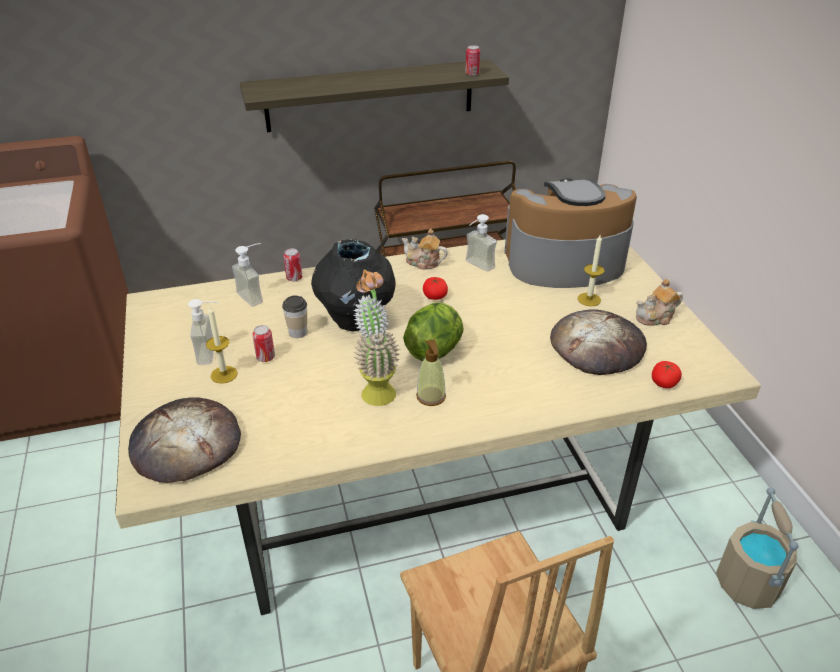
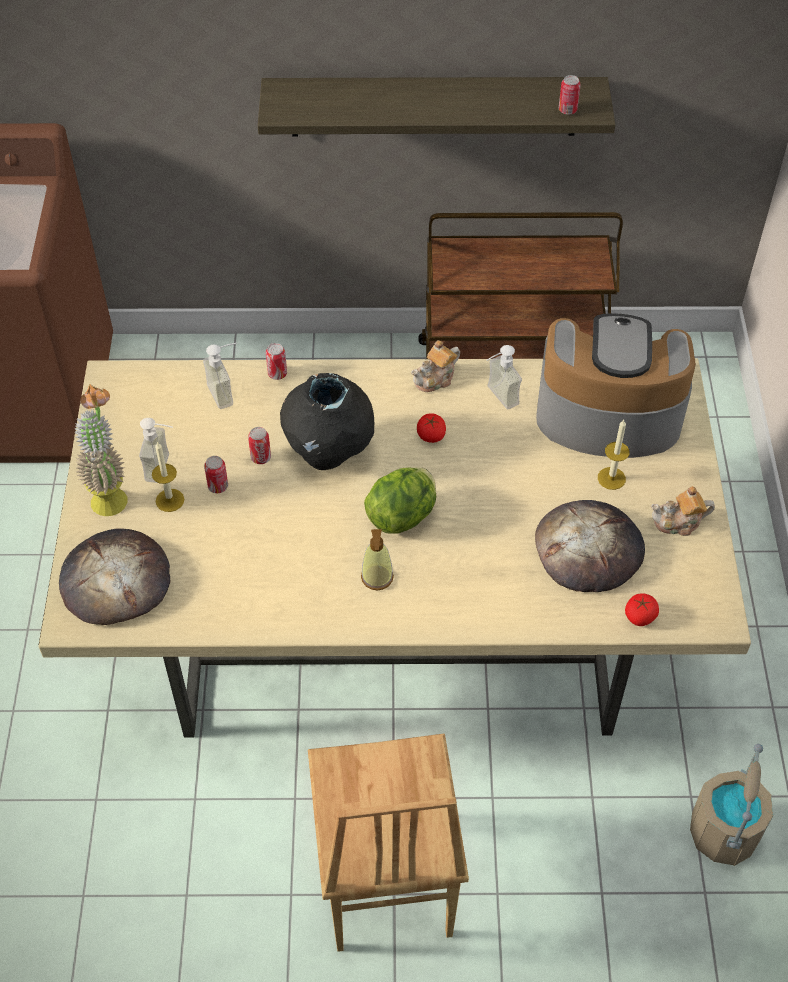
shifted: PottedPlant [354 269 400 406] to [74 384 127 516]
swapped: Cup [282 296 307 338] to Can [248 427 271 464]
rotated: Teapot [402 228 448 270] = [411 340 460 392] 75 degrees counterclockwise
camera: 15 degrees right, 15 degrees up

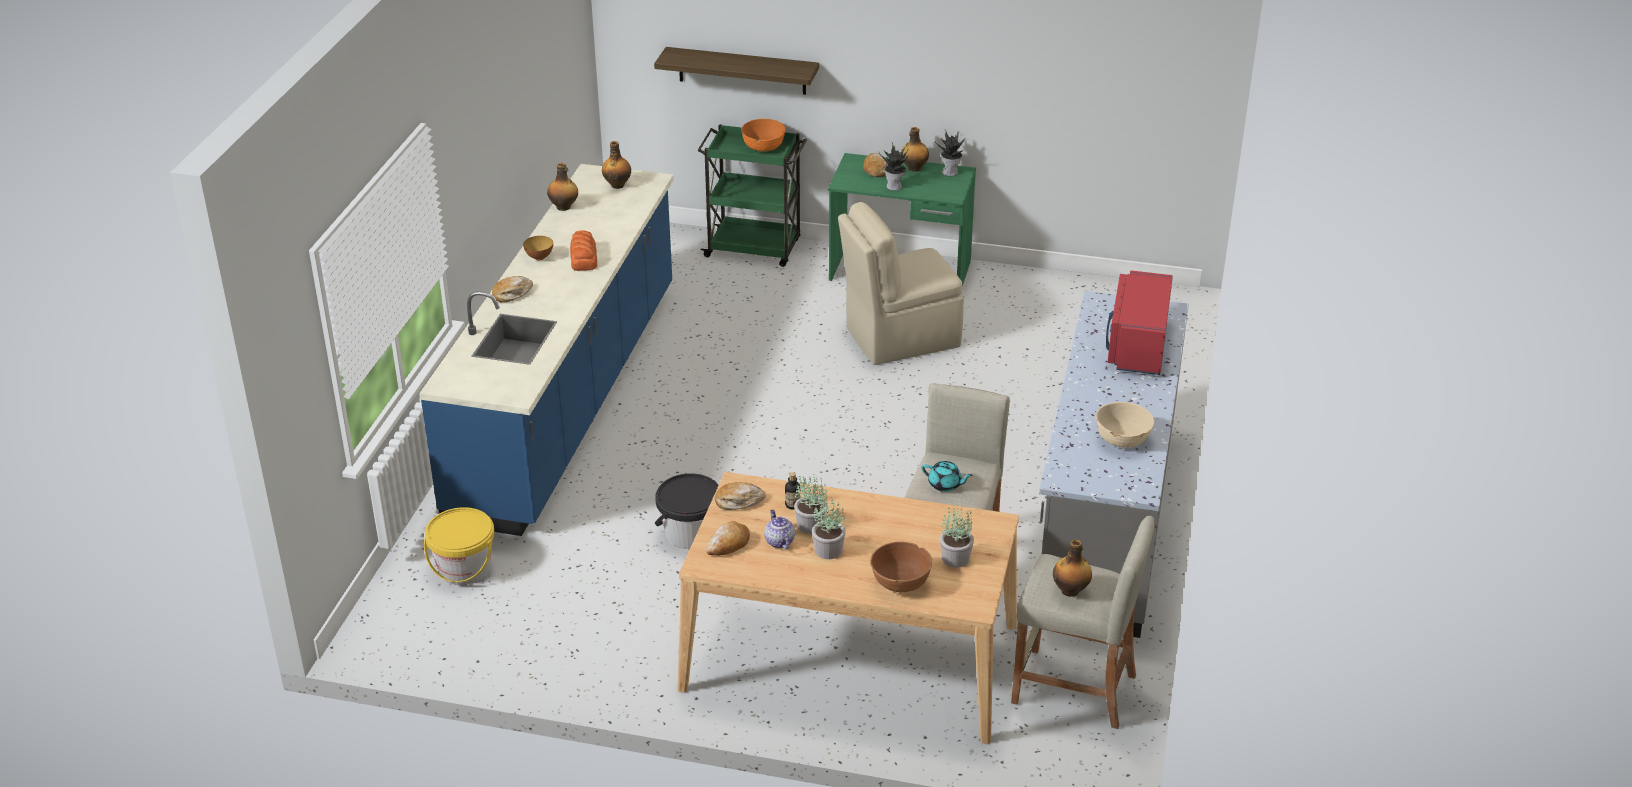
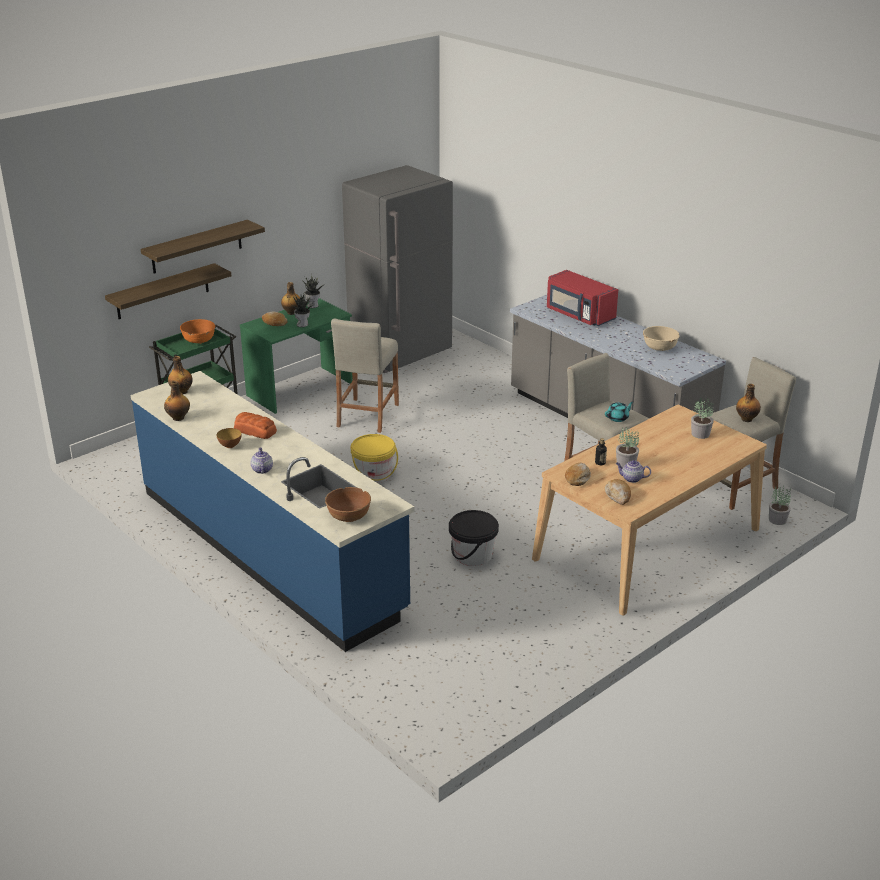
new: WallShelf [141 220 265 274]; GreyishFridge [342 165 453 373]
shifted: YellowColouredWaterBucket [424 507 495 585] to [351 434 398 483]; PottedPlant [812 497 846 559] to [769 486 791 525]; BrownColouredDeepDish [870 542 932 592] to [325 487 371 522]
swapped: BakedBread [492 276 533 302] to Teapot [251 447 273 474]; SandColouredPlainChair [838 202 964 365] to SandColouredStool [331 318 399 433]
camera: 55 degrees left, 5 degrees down

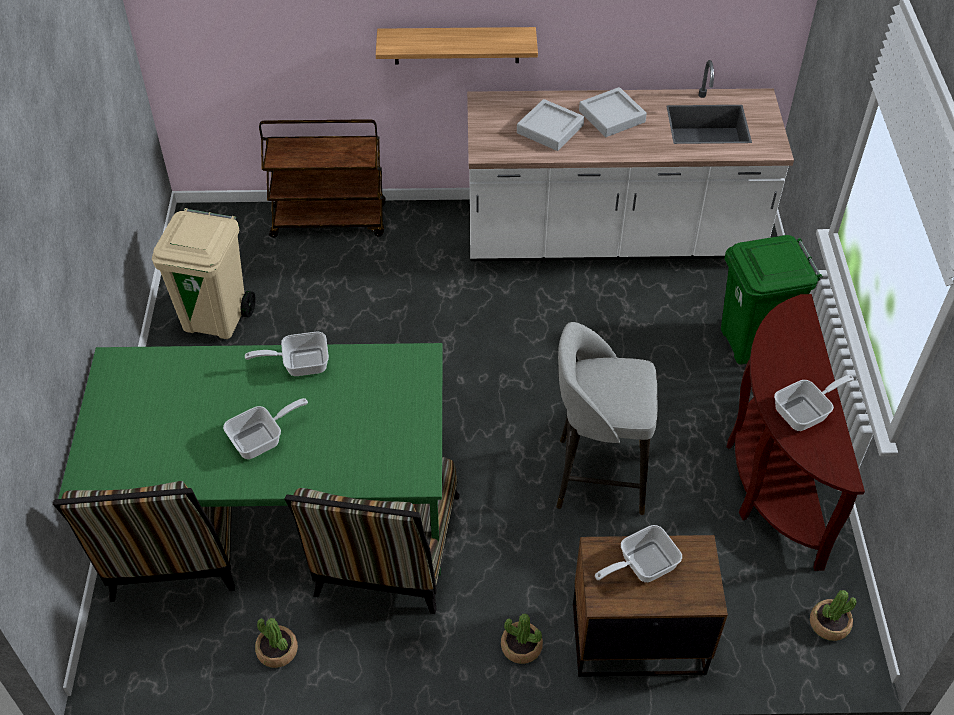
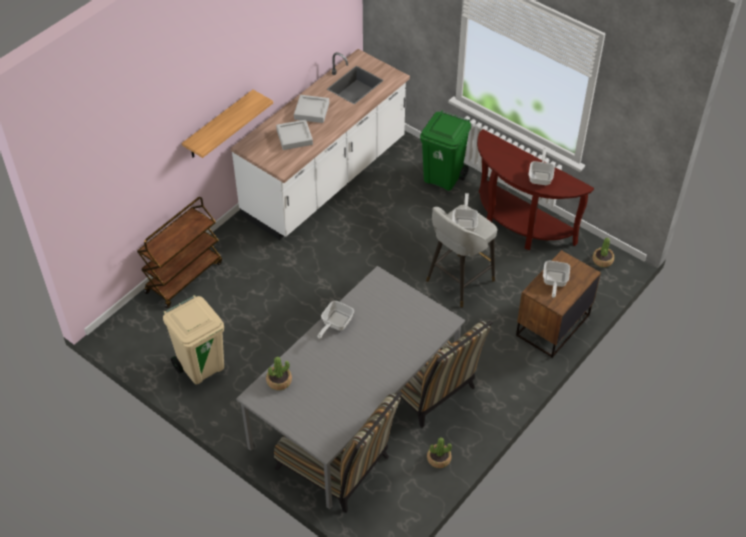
shifted: Pan [223 398 308 459] to [452 193 478 232]; PottedPlant [501 613 543 664] to [266 357 292 390]
repainted: GreenishDiningTable [58 343 442 576] to GreyishDiningTable [236 266 465 509]
camera: 50 degrees left, 0 degrees up

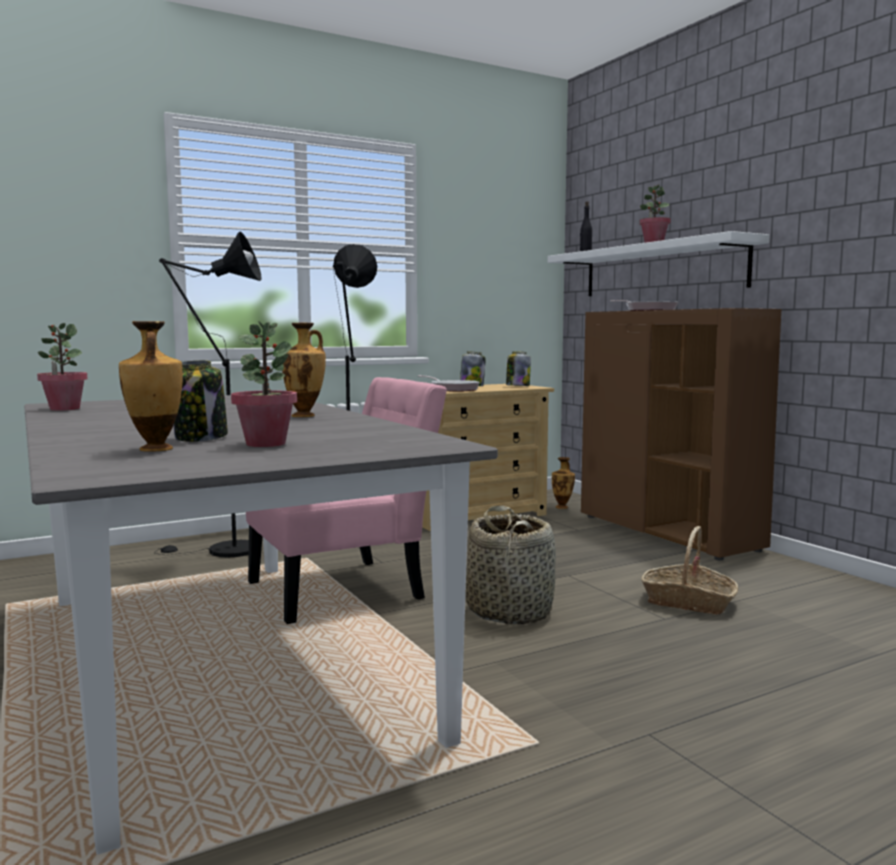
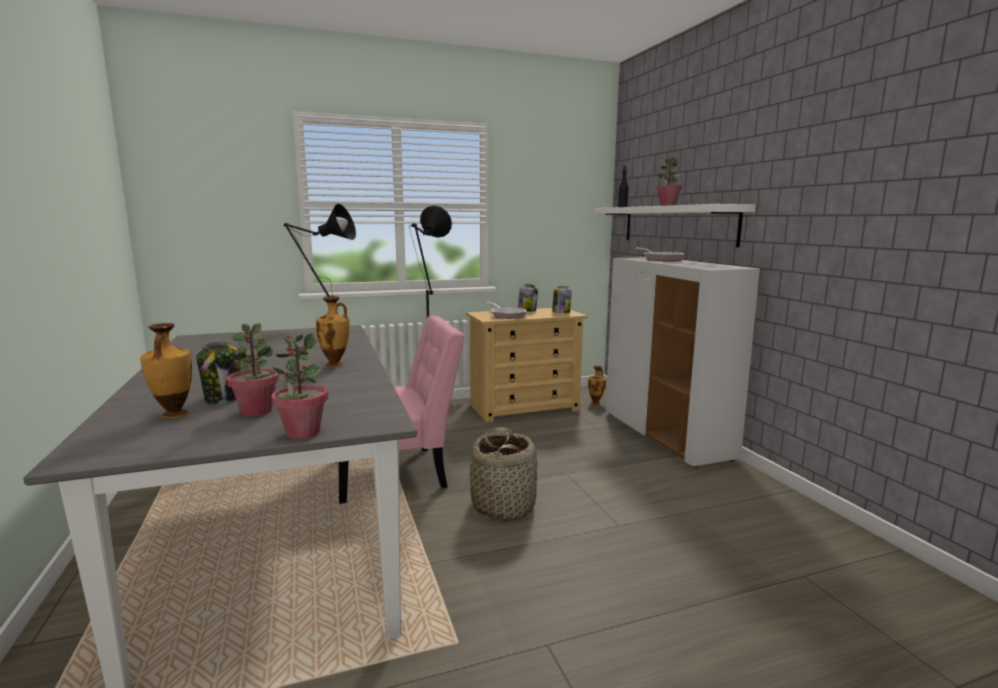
gone: Basket [641 526 738 615]
shifted: PottedPlant [37 323 87 411] to [271 333 328 439]
repainted: BrownColouredCupboard [581 308 781 560] to WhitishCupboard [605 257 760 468]
camera: 10 degrees right, 5 degrees up

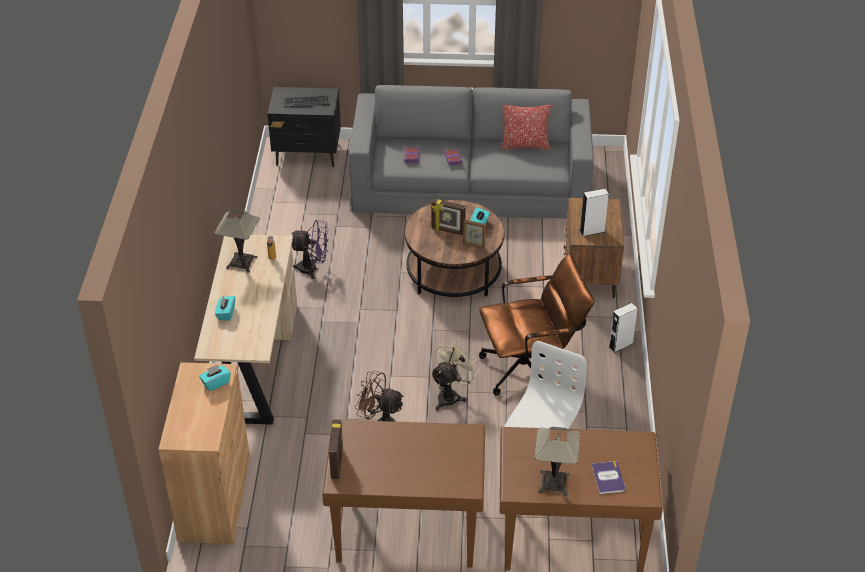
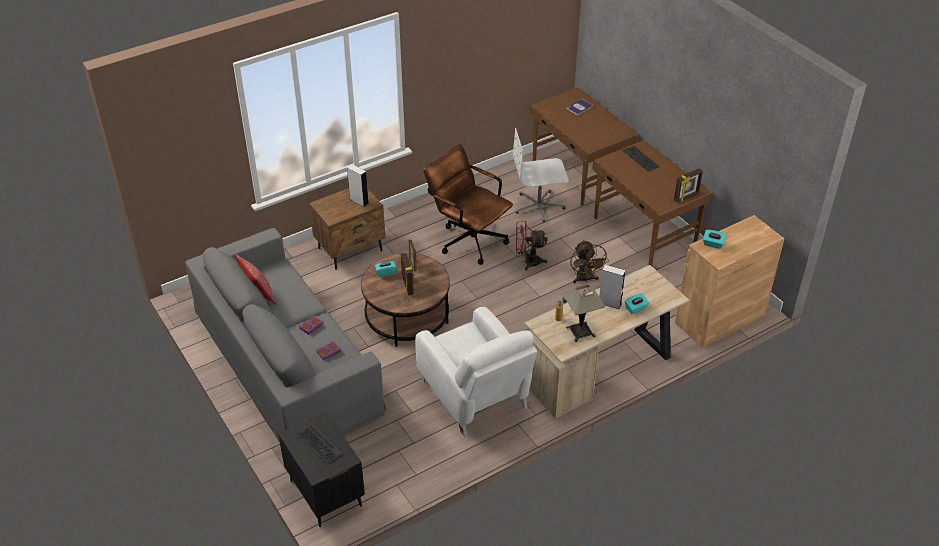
gone: TableLamp [535 427 580 496]
new: Keyboard [623 146 659 171]
shifted: WhitishSpeaker [609 303 638 353] to [599 265 625 309]
swapped: PurplishCoolingFan [291 220 329 279] to WhitishArmchair [415 307 537 437]
repainted: SandColouredCoolingFan [430 340 480 411] to RedCoolingFan [516 221 547 270]
camera: 125 degrees left, 0 degrees up

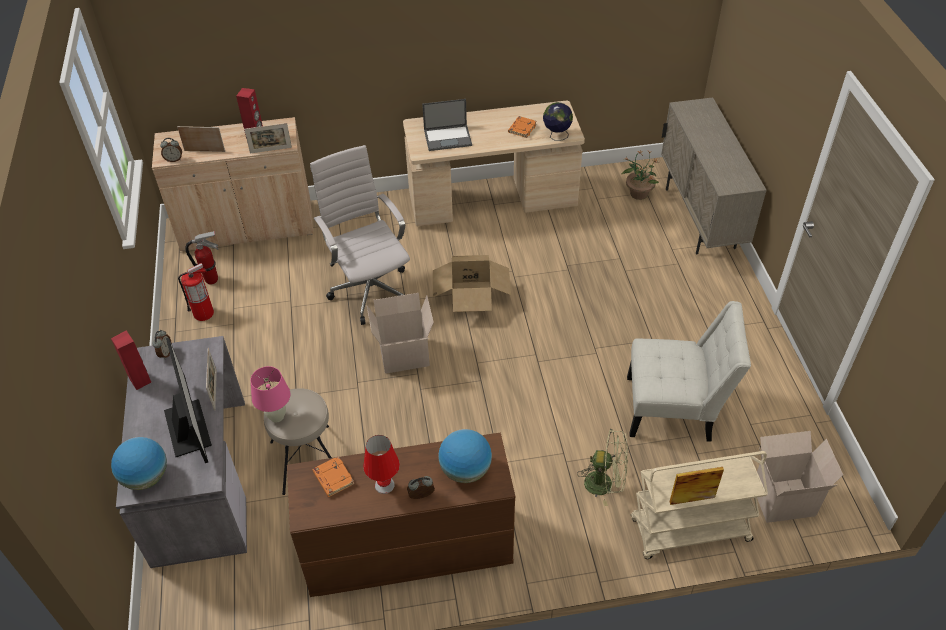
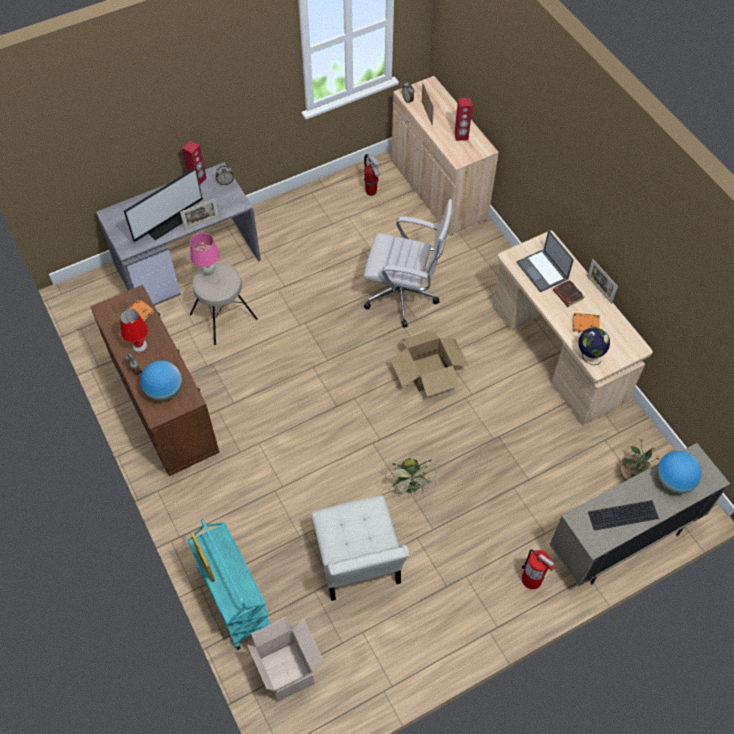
gone: Carton [367 293 434 374]
new: BrownColouredBoundBook [553 280 585 307]; Keyboard [588 500 659 531]
shifted: Globe [111 437 167 490] to [657 451 702 494]; FireFightingCylinder [178 263 214 321] to [522 549 555 589]; PhotoFrame [244 123 292 153] to [587 259 618 304]; GreenishCoolingFan [577 429 628 506] to [385 457 438 496]
repainted: SandColouredCart [631 451 768 559] to TurquoiseCart [187 519 272 650]
rotated: WhitishDeskChair [310 145 410 325] = [364 199 453 328] 60 degrees clockwise
camera: 70 degrees right, 10 degrees up

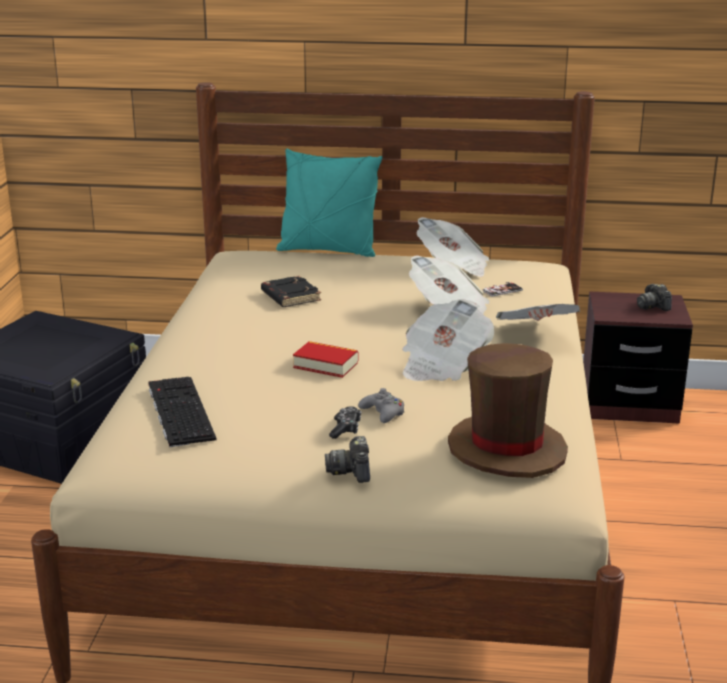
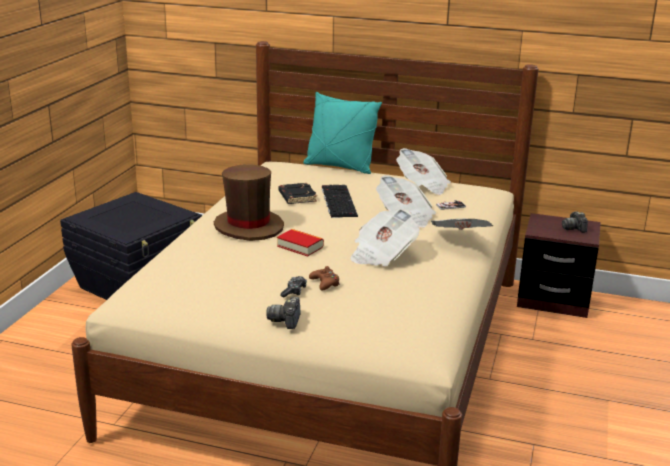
shifted: Keyboard [149 377 216 447] to [322 185 358 218]; BrownColouredWearableHat [448 343 568 478] to [214 164 284 241]
repainted: GreyishJoypad [358 388 404 423] to BrownColouredJoypad [309 266 340 291]
camera: 10 degrees right, 0 degrees up

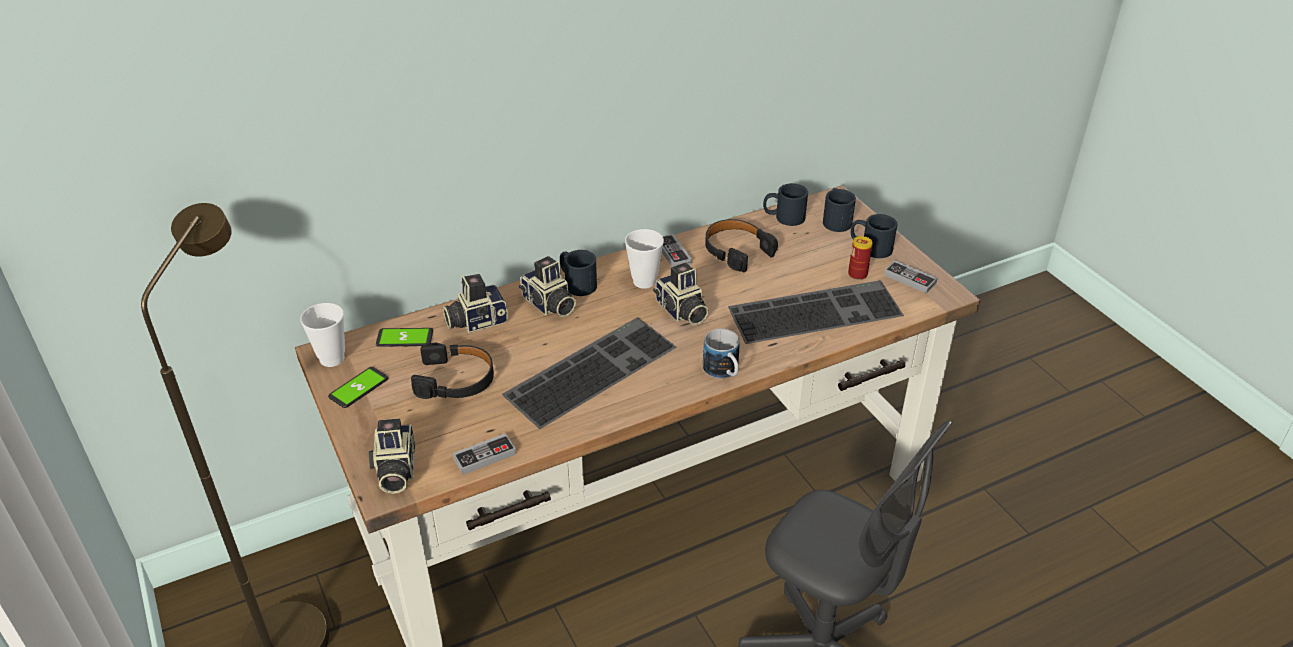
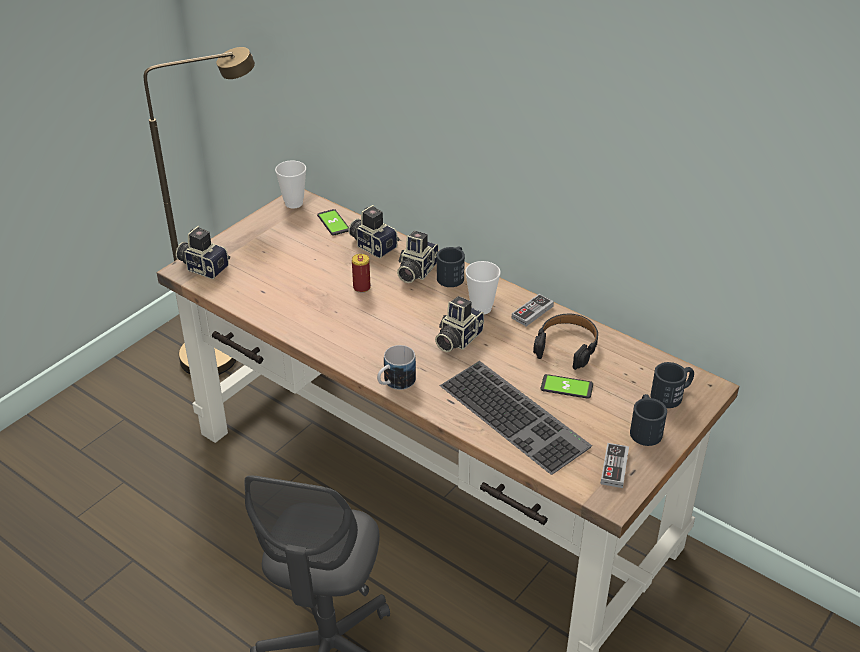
gone: BlackishHeadphones [411 343 494 399]; Joypad [453 433 516 475]; Keyboard [502 317 676 429]; BlackishTeaMug [763 183 808 226]
shifted: Telephone [328 367 388 408] to [541 374 593 399]; Can [848 236 873 280] to [352 254 371 293]
rotated: StillCamera [369 418 415 494] = [176 226 230 279] 60 degrees clockwise
camera: 65 degrees right, 0 degrees up

